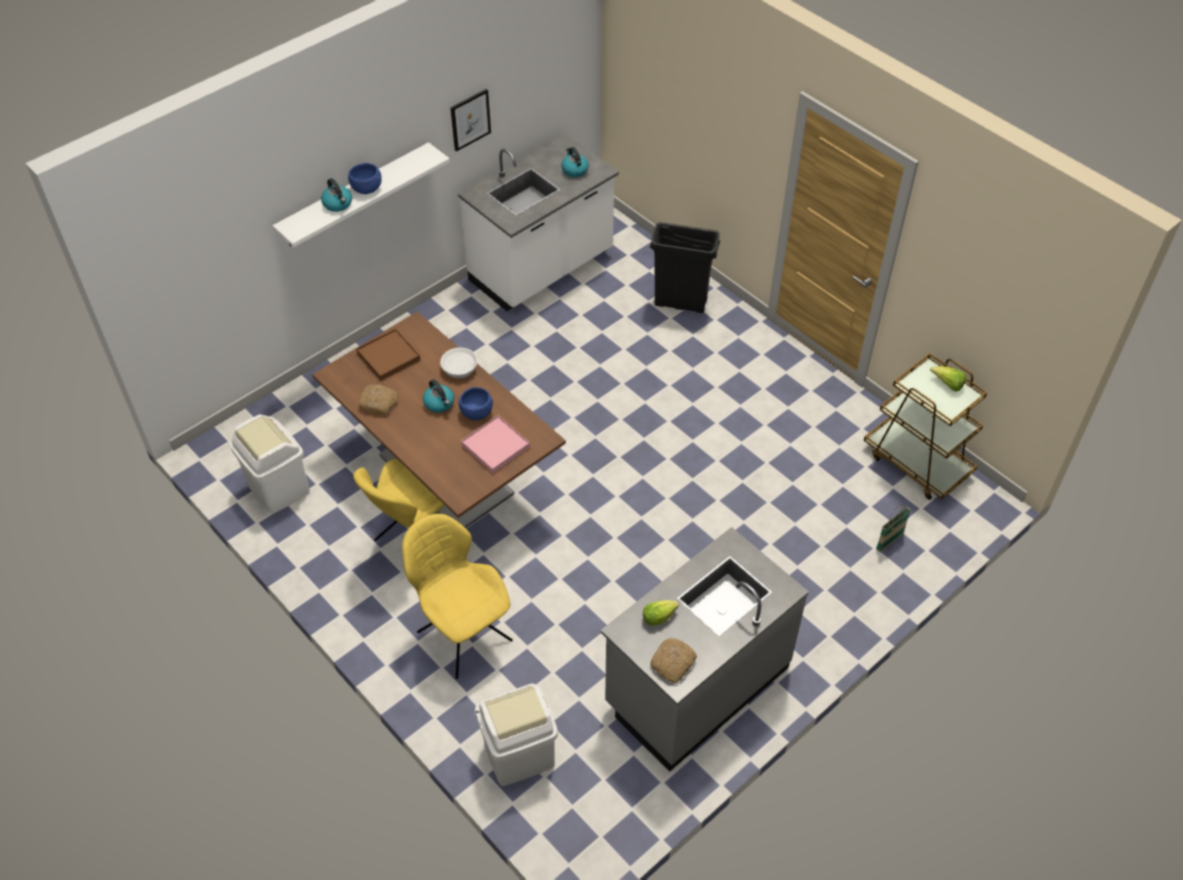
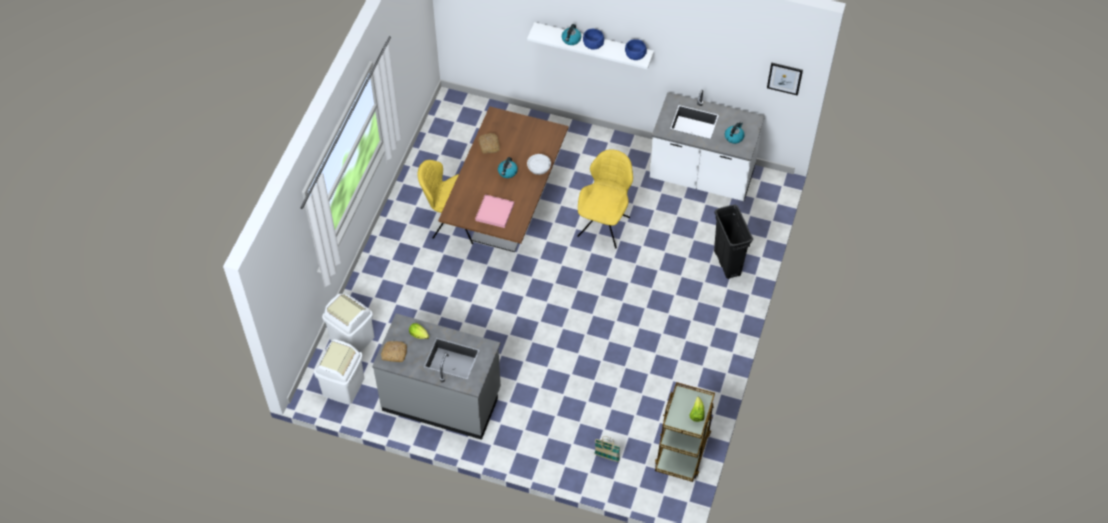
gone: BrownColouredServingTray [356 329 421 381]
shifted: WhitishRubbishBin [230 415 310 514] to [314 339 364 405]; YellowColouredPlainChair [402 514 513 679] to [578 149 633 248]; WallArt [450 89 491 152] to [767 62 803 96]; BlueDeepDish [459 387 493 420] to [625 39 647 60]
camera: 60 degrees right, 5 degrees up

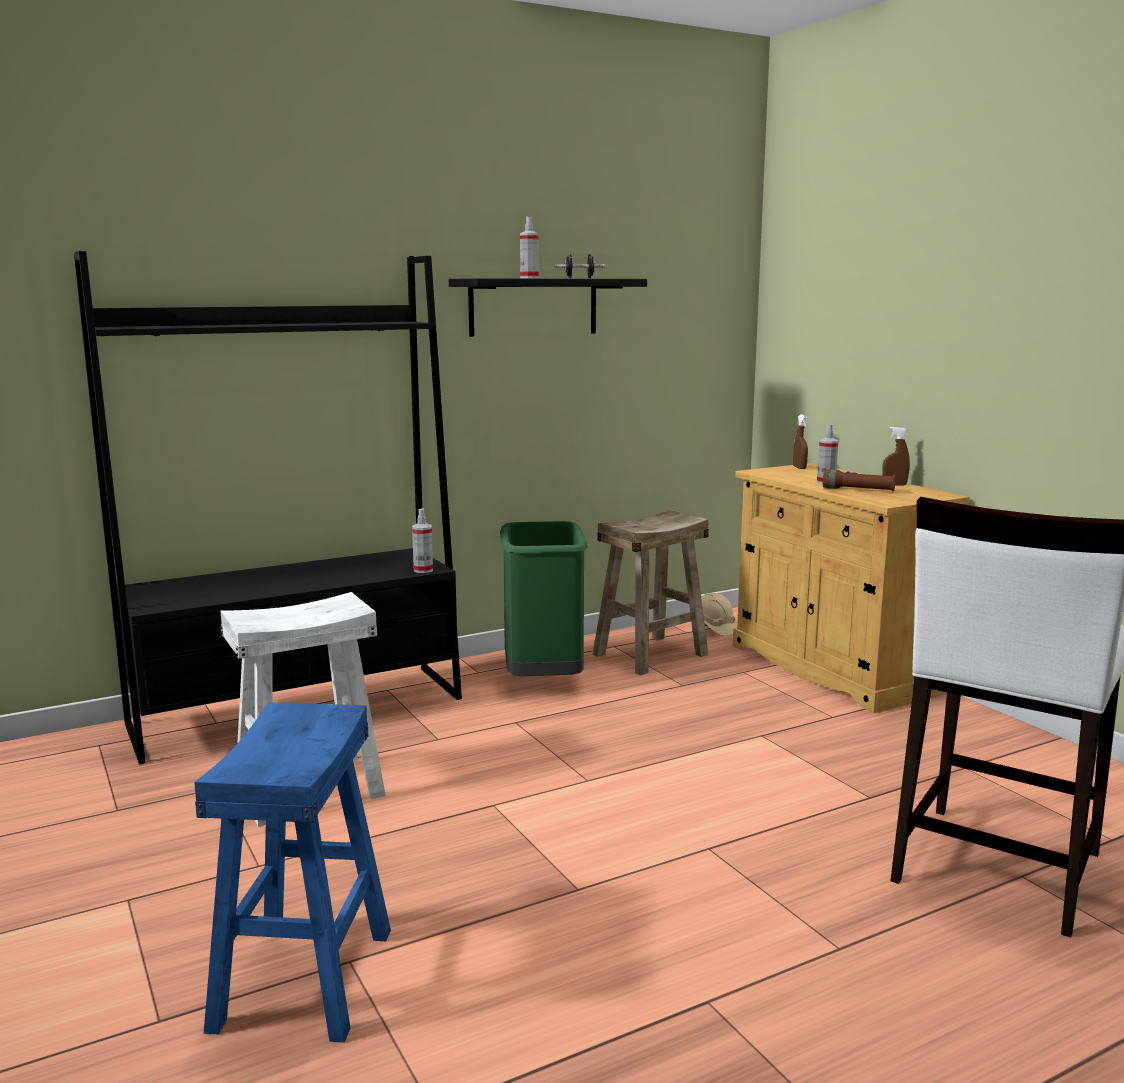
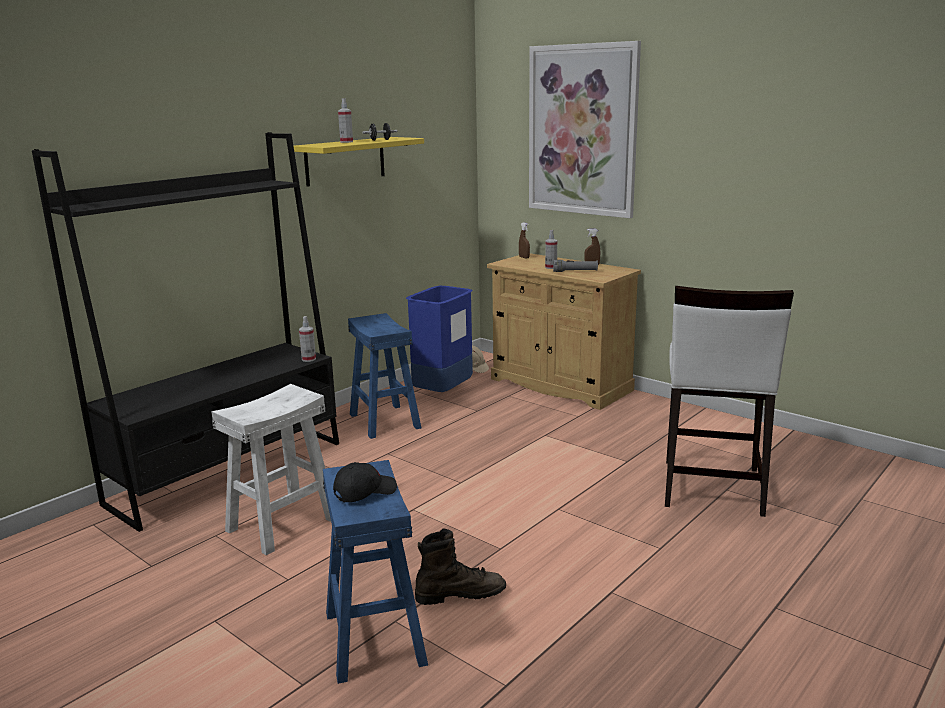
new: BlackishBaseballCap [333 462 397 502]; BrownColouredHighTopBoot [415 528 506 605]; WallArt [529 41 641 218]
swapped: GreenishRubbishBin [500 521 588 676] to BlueStool [348 313 421 439]; SandColouredStool [592 510 709 675] to BlueRubbishBin [406 286 473 392]
repainted: BlackishWallShelf [449 278 647 337] to YellowColouredWallShelf [294 137 424 187]; BrownColouredFlashlight [823 469 896 491] to GreyishFlashlight [553 260 598 272]
camera: 20 degrees left, 5 degrees up

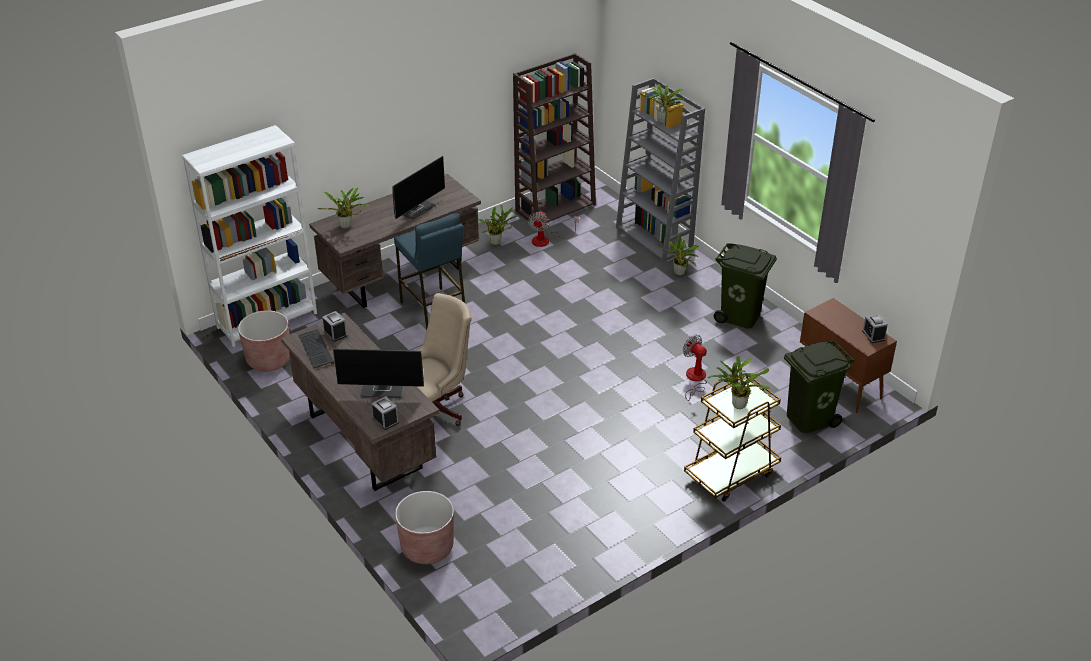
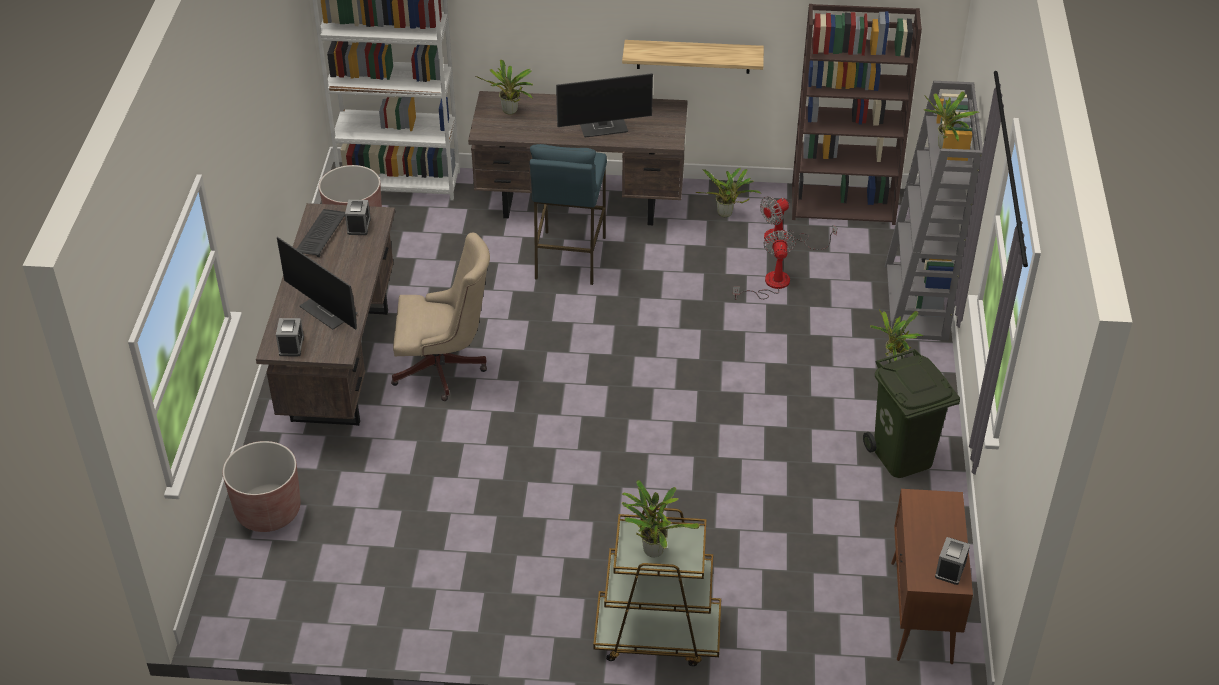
gone: GreenishRubbishBin [784 341 855 433]
new: WallShelf [622 40 764 74]
shifted: CoolingFan [683 335 707 401] to [733 230 795 300]
camera: 40 degrees right, 5 degrees up

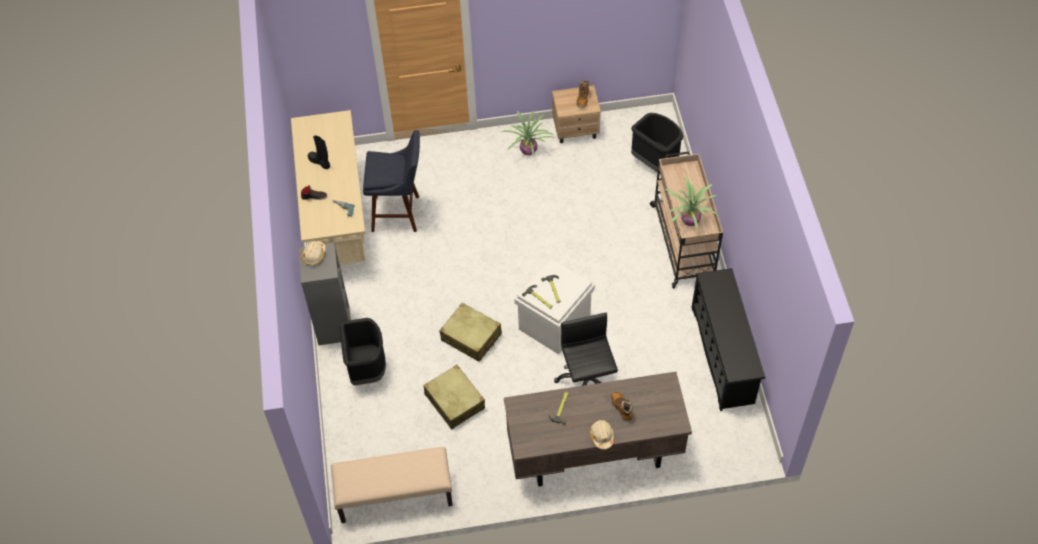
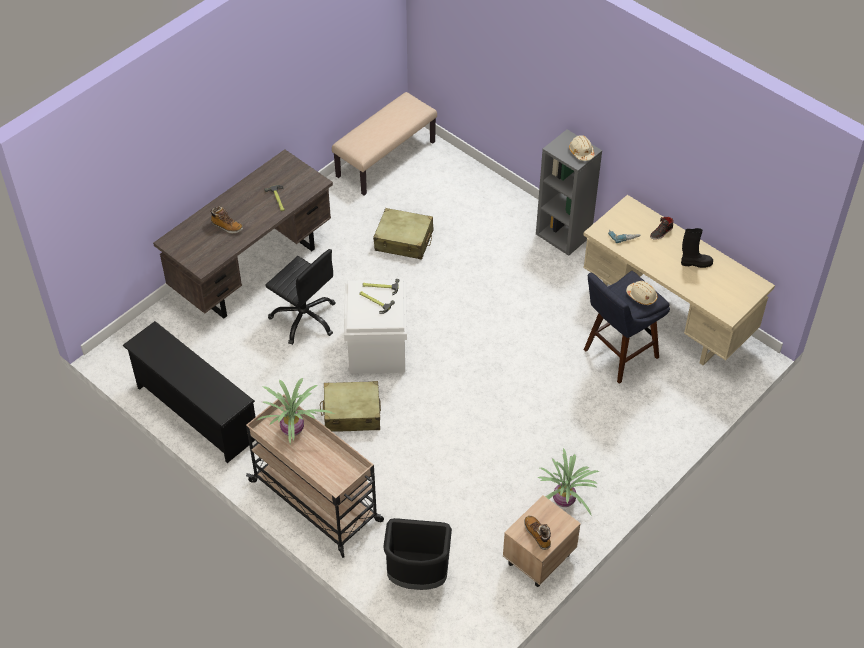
gone: BlackishRubbishBin [339 318 386 386]
shifted: SandColouredSuitcase [439 303 502 362] to [320 381 381 432]; SandColouredWorkHelmet [590 420 614 449] to [626 281 657 305]
camera: 140 degrees right, 5 degrees down

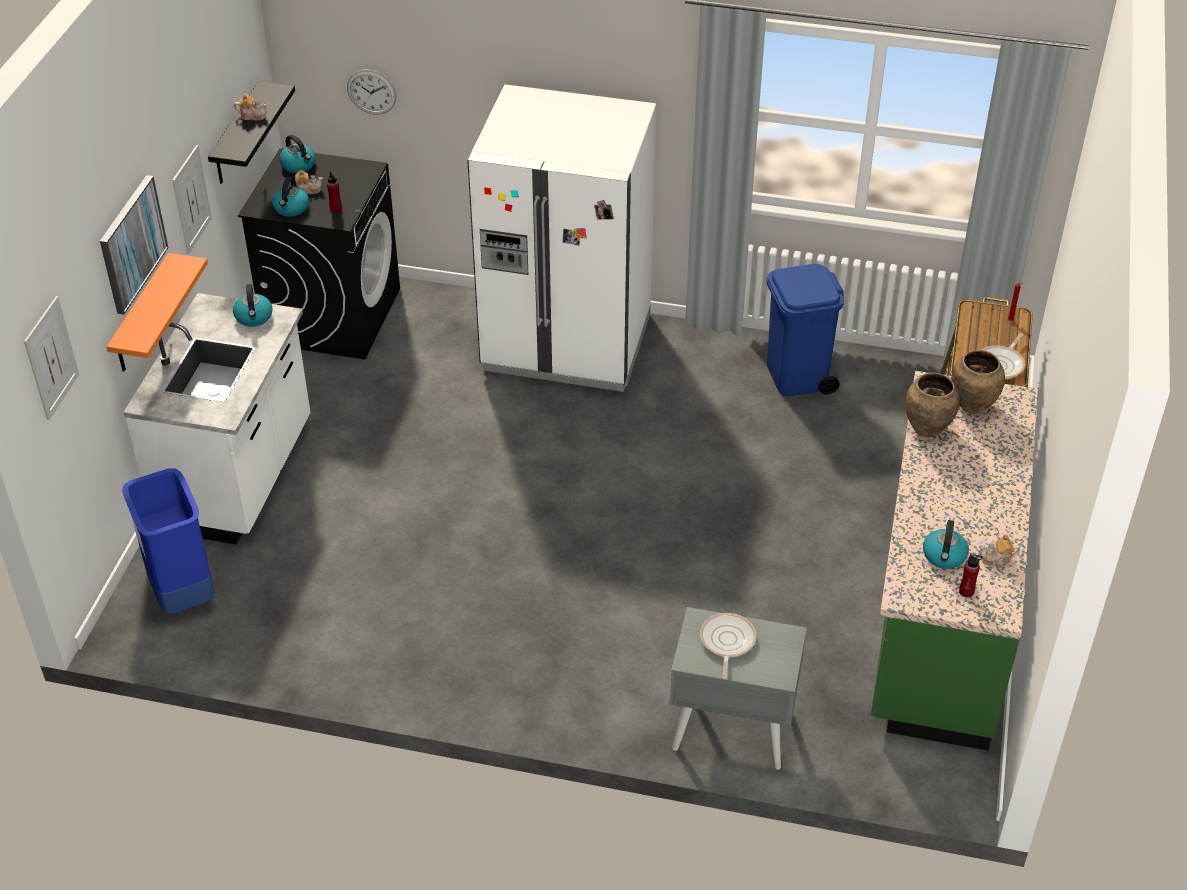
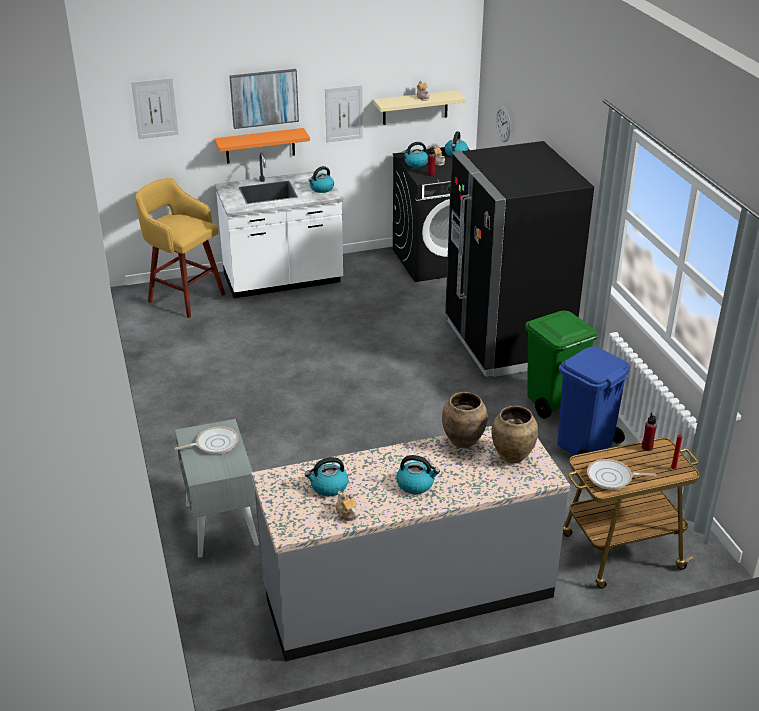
new: Kettle [396 455 440 494]; GreenishRubbishBin [525 311 598 419]
shifted: RedBottle [959 554 983 598] to [642 413 657 451]
swapped: BlueRubbishBin [122 468 215 614] to YellowColouredStool [135 178 226 318]
repainted: BlackishWallShelf [208 81 295 184] to SandColouredWallShelf [373 90 466 125]; WhitishFridge [467 84 656 392] to BlackishFridge [445 141 594 377]; GreenishCounter [871 371 1038 751] to GreyishCounter [251 426 570 662]
camera: 60 degrees right, 10 degrees down

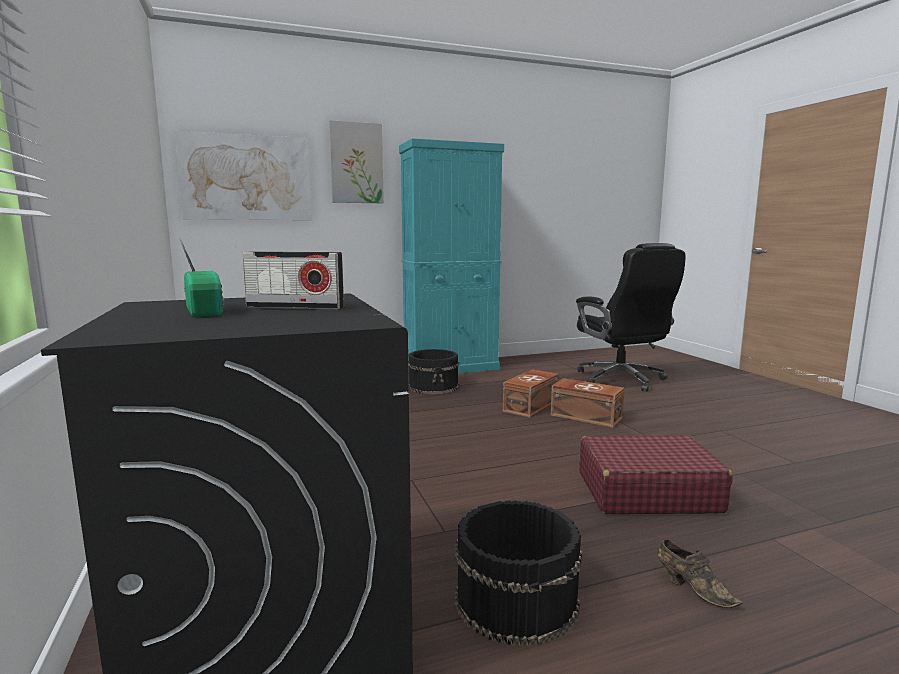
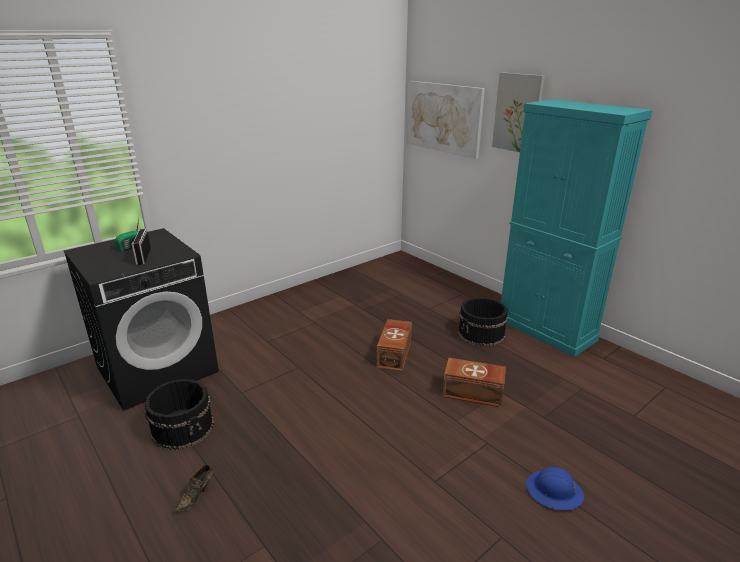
gone: BlackishDeskChair [576 243 686 392]; RedSuitcase [579 435 733 514]
new: BlueWorkHelmet [526 467 584 510]
shifted: BrownColouredStorageBox [551 378 624 428] to [377 319 412 371]
camera: 70 degrees right, 15 degrees up

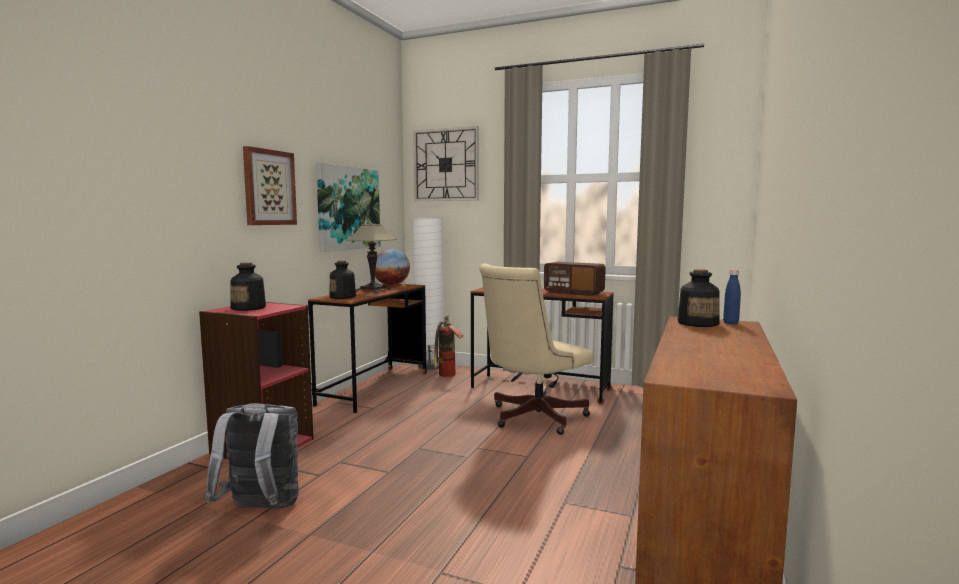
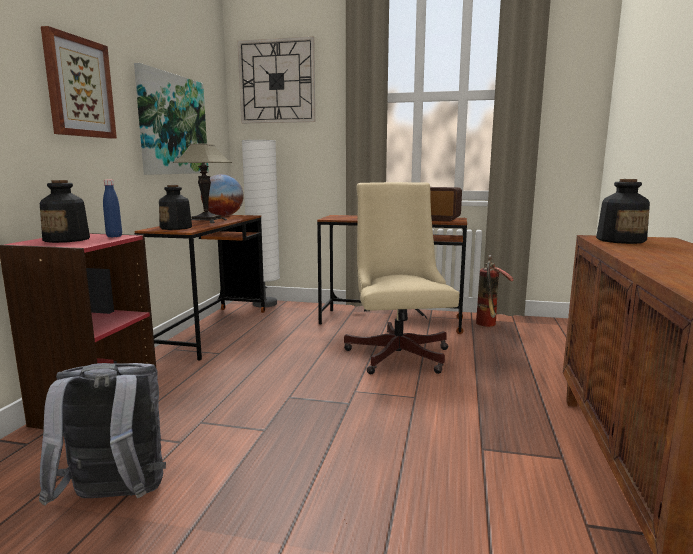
shifted: FireFightingCylinder [434 315 463 377] to [476 255 514 327]; BlueBottle [723 270 741 324] to [103 180 122 237]
rotated: SandColouredDeskChair [479 264 593 435] = [344 182 460 374] 135 degrees clockwise
camera: 10 degrees left, 5 degrees up

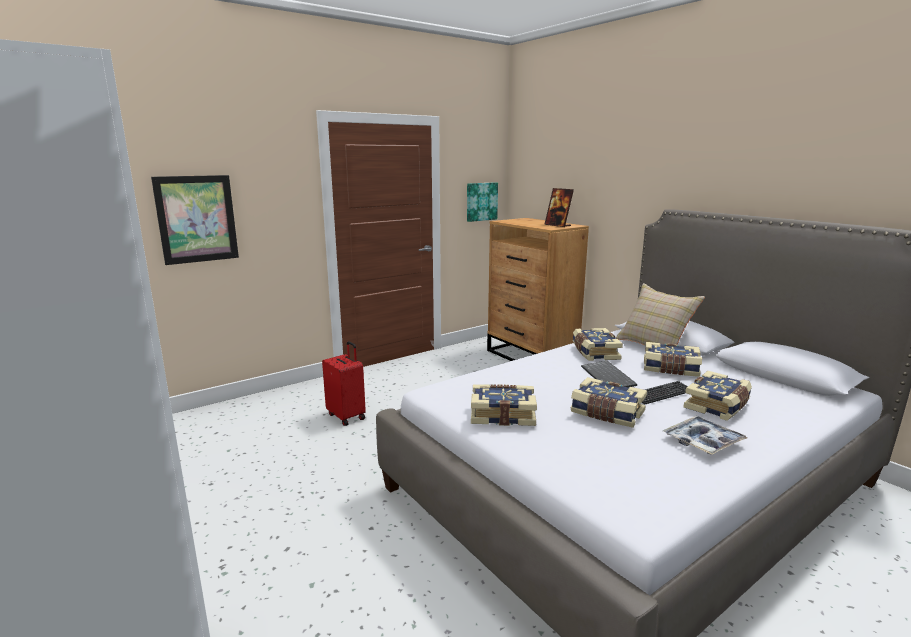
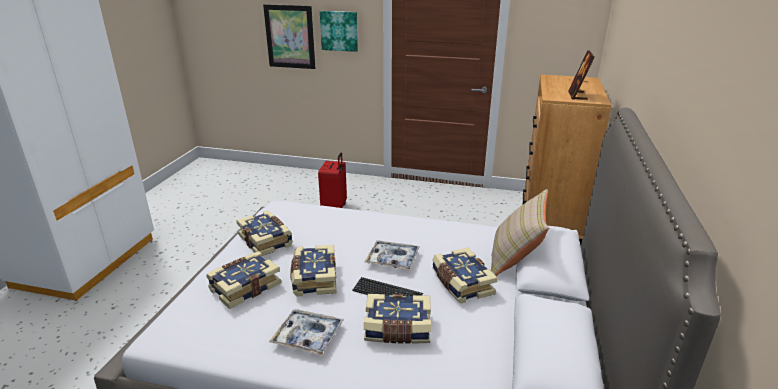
shifted: WallArt [467 182 498 222] to [320 11 358 52]; BoundBook [572 328 623 361] to [206 251 281 309]
swapped: Keyboard [581 361 637 388] to ServingTray [364 240 420 270]
camera: 50 degrees right, 10 degrees up

